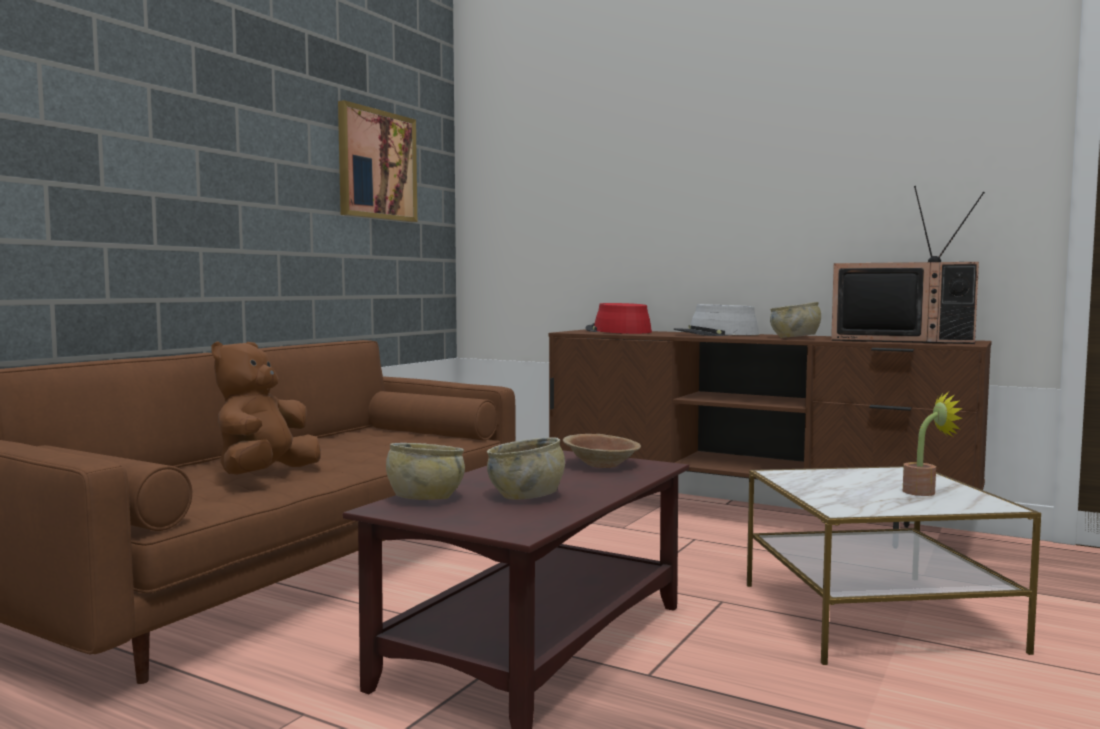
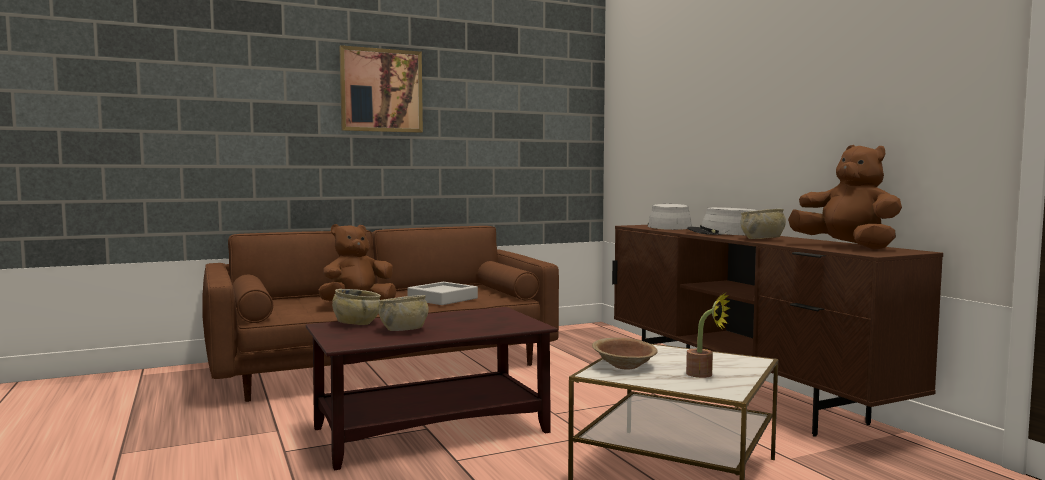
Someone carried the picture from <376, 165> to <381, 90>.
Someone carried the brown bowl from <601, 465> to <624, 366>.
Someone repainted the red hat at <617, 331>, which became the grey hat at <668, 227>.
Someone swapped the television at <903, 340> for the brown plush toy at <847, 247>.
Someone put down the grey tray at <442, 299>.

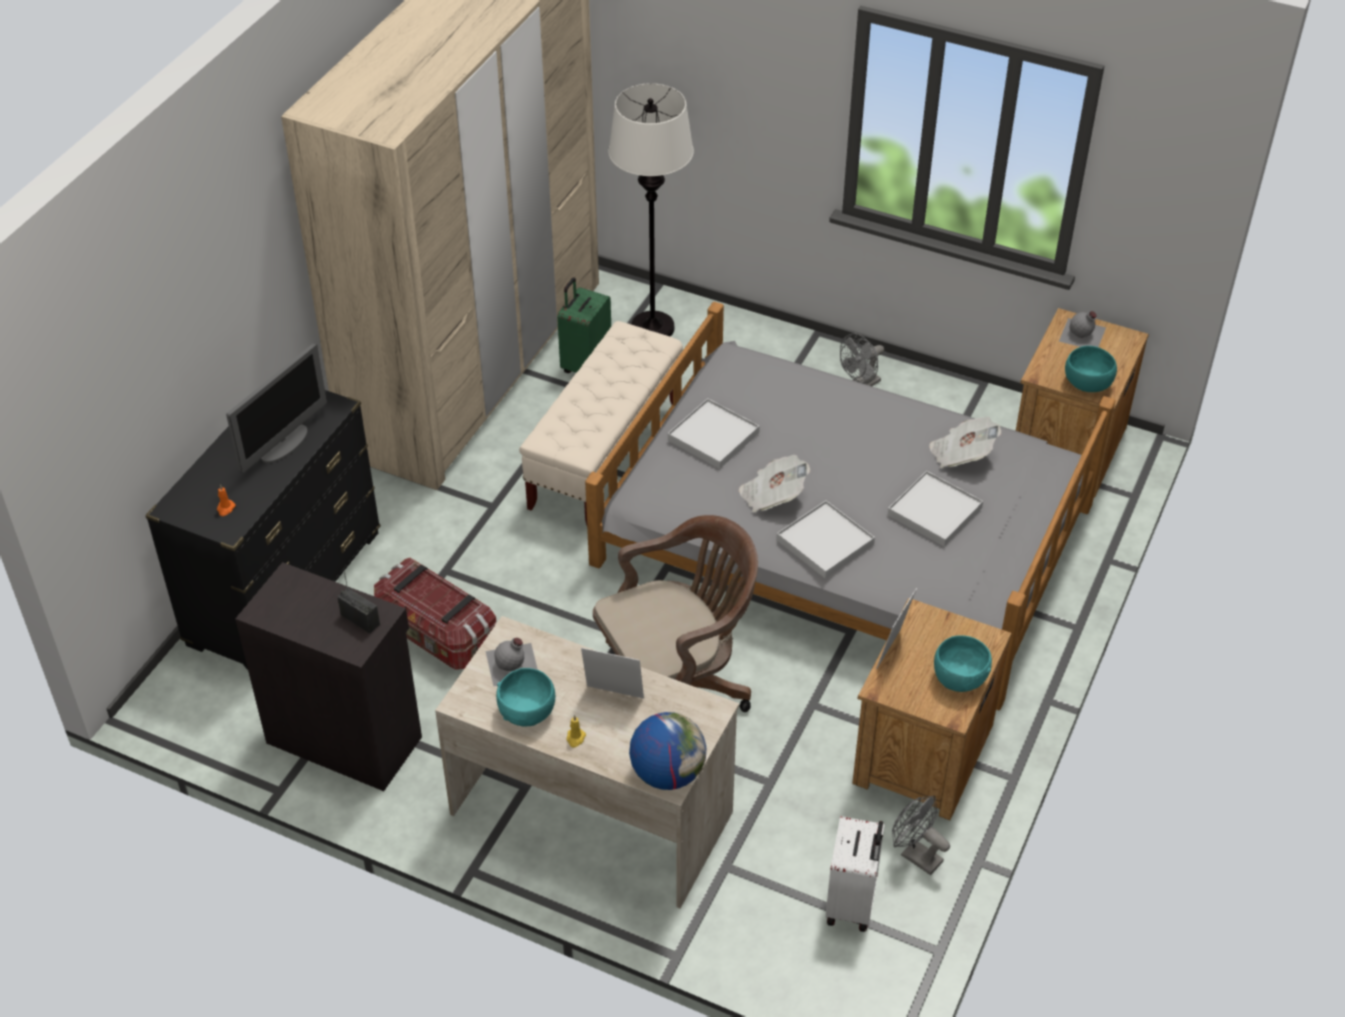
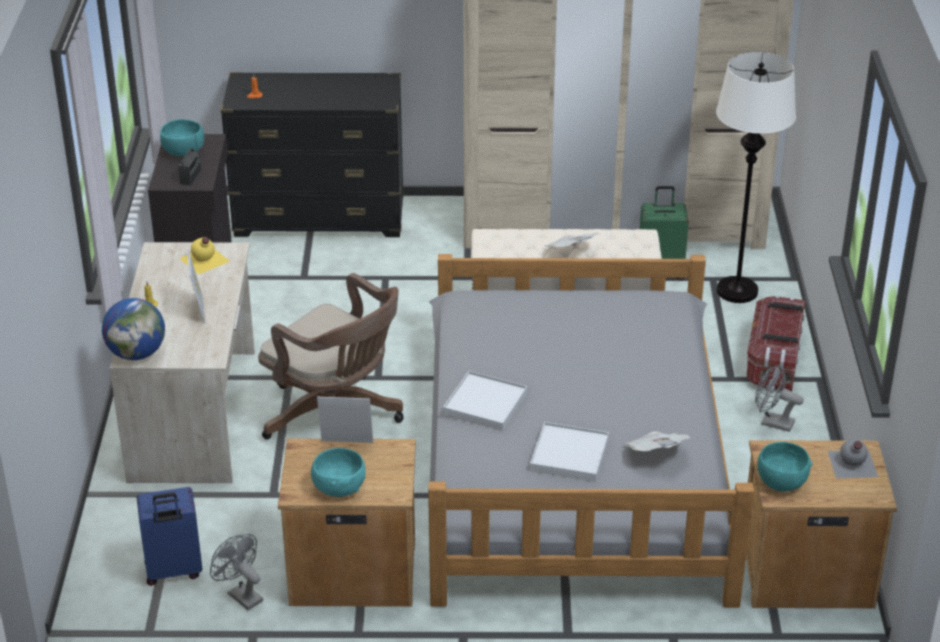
Someone took away the monitor at <284, 444>.
Someone carried the storage box from <436, 633> to <774, 361>.
Someone repainted the grey bottle at <513, 665>, which became the yellow bottle at <204, 260>.
Someone carried the turquoise bowl from <527, 711> to <184, 151>.
Someone took away the white tray at <713, 436>.
Someone carried the newspaper from <772, 496> to <571, 252>.
Someone repainted the white suitcase at <852, 904>, which became the blue suitcase at <173, 571>.
Someone rotated the grey fan at <915, 855> by 60 degrees counterclockwise.

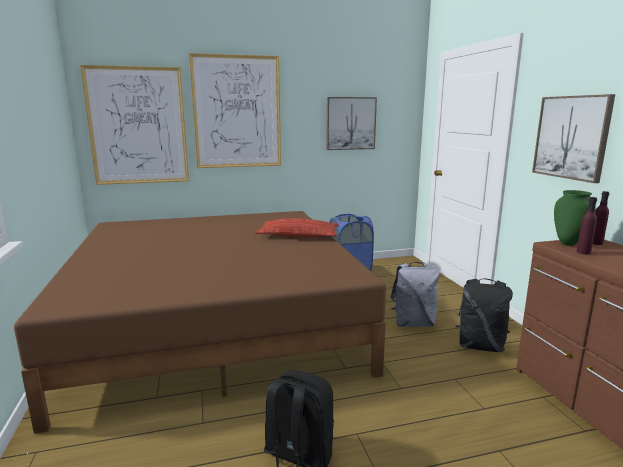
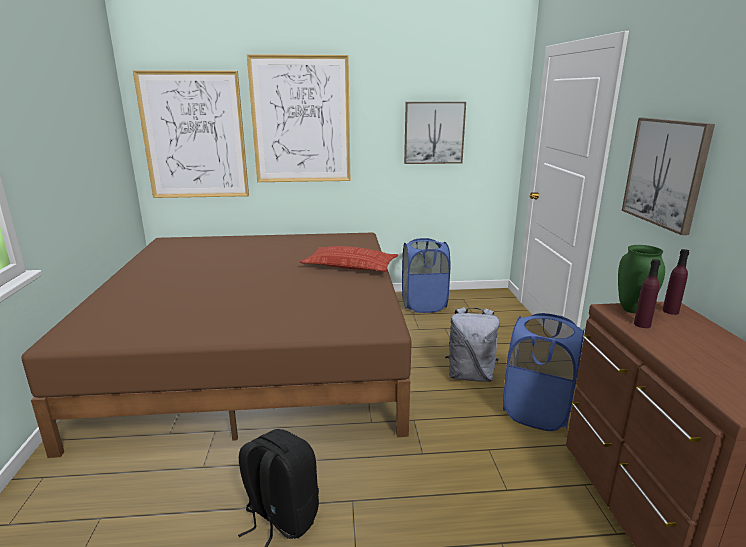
Someone swapped the black backpack at <480, 346> for the blue laundry basket at <537, 412>.

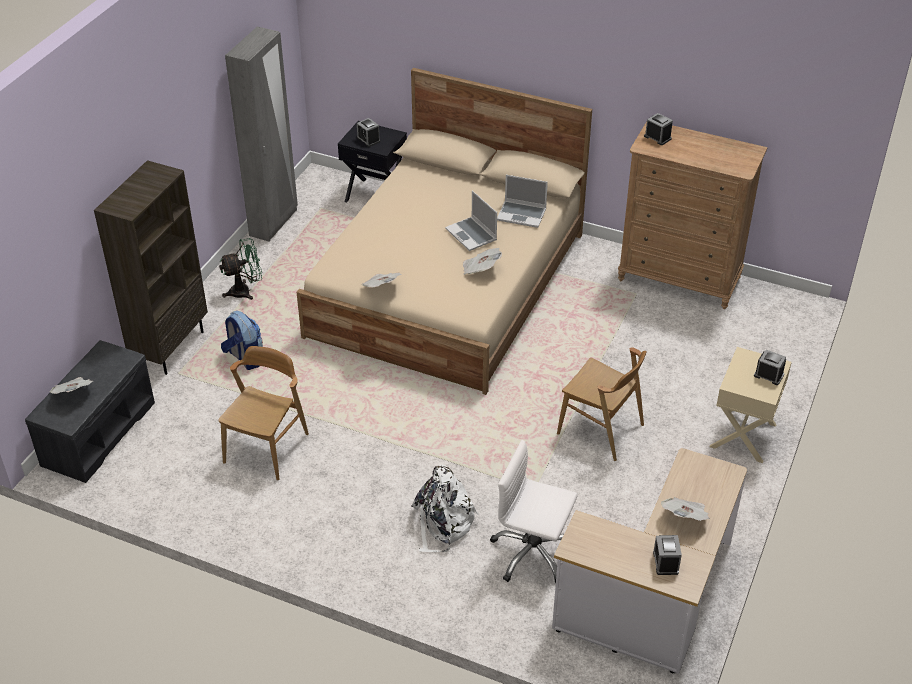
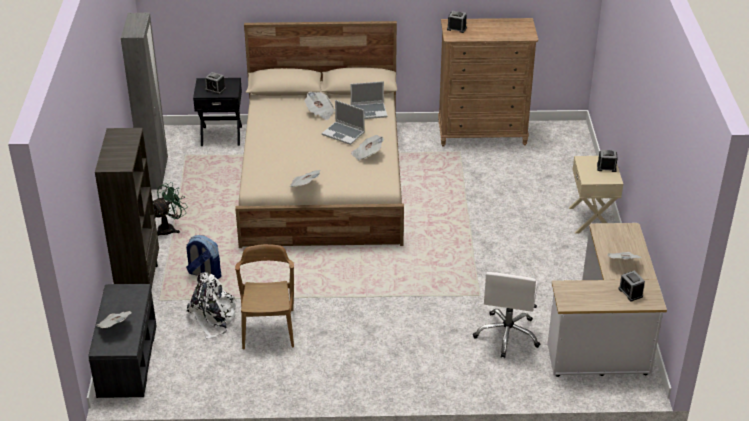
Someone carried the white backpack from <442, 523> to <213, 317>.
Someone rotated the white office chair at <533, 553> by 75 degrees counterclockwise.
Someone took away the brown chair at <600, 429>.
Someone put down the newspaper at <320, 112>.

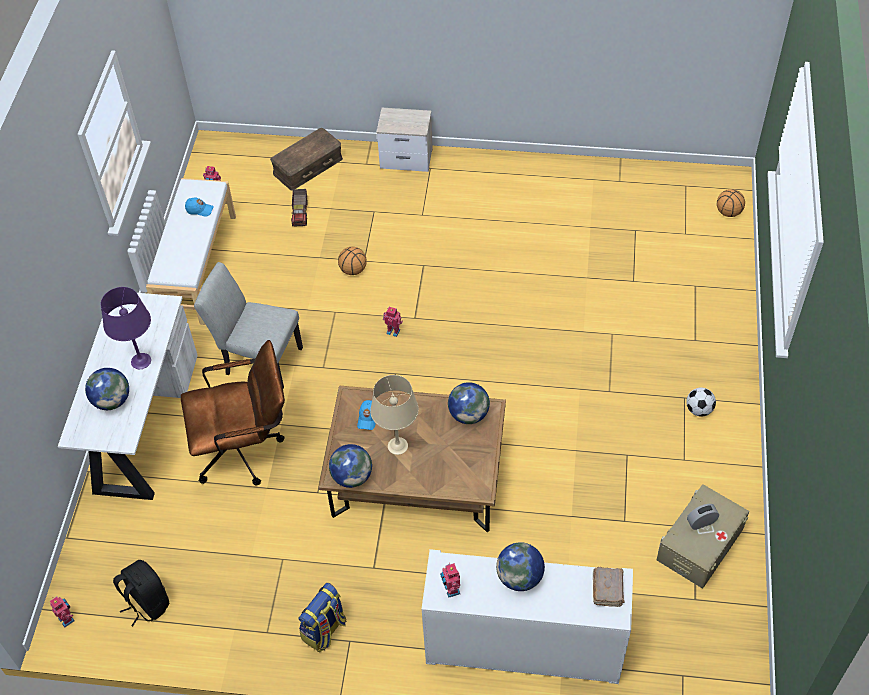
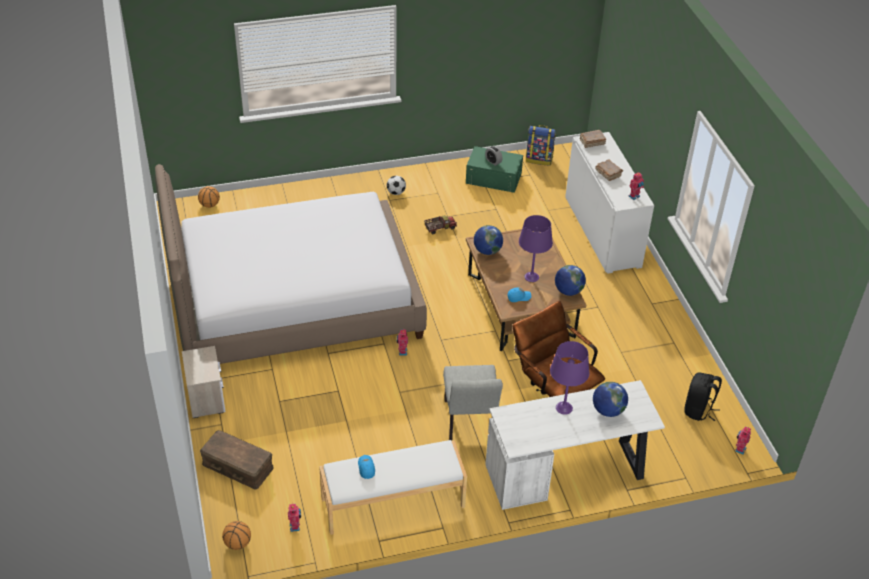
Someone carried the toy truck from <300, 213> to <440, 228>.
Someone carried the backpack from <324, 630> to <539, 159>.
Someone carried the basketball from <353, 269> to <237, 543>.
Someone repainted the beige table lamp at <398, 446>, which became the purple table lamp at <531, 277>.
Someone swapped the globe at <519, 577> for the brown book at <608, 173>.
Someone repainted the beige storage box at <700, 544>, which became the green storage box at <493, 178>.
Someone put down the bed at <294, 301>.

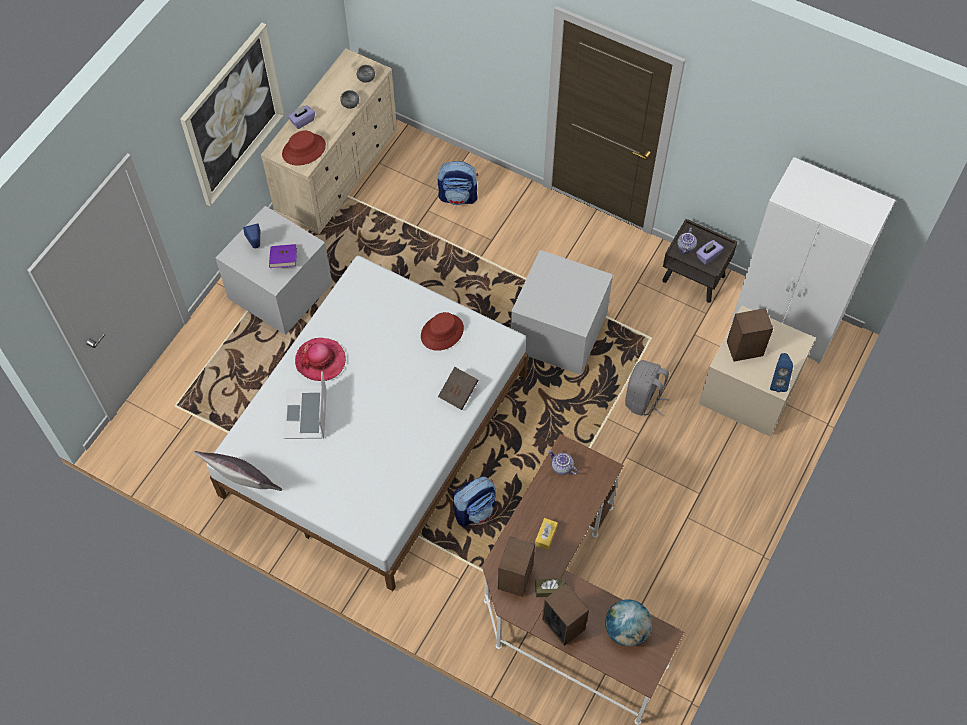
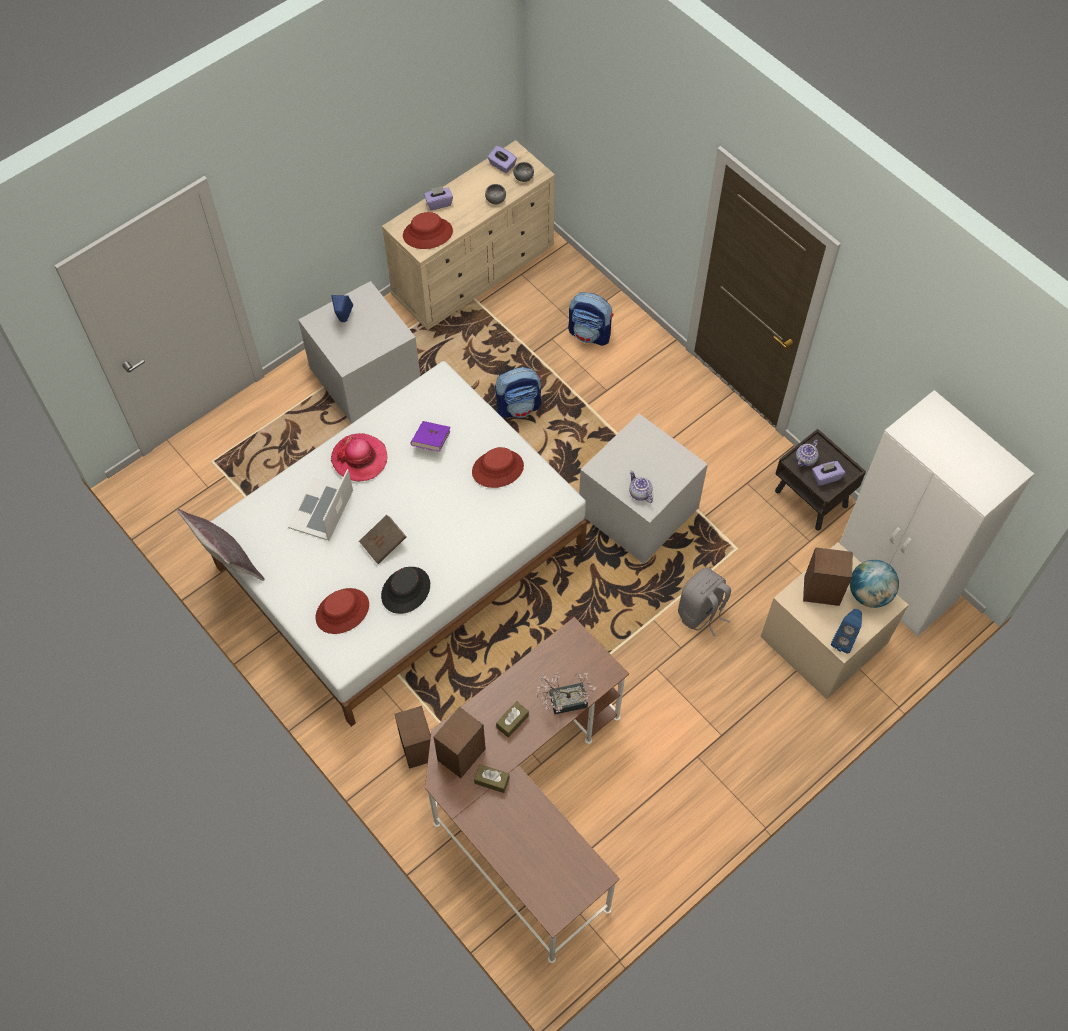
Someone took away the picture at <233, 115>.
Someone carried the purple book from <284, 261> to <431, 441>.
Someone carried the brown book from <458, 393> to <384, 544>.
Someone carried the backpack from <474, 509> to <518, 406>.
Someone repainted the yellow tissue box at <546, 536>, which became the brown tissue box at <512, 721>.
Someone carried the speaker from <563, 624> to <417, 748>.
Someone carried the teapot from <561, 467> to <639, 493>.
Someone carried the globe from <626, 630> to <869, 594>.
Someone put down the red hat at <342, 611>.
Someone put down the black hat at <405, 590>.
Someone put down the purple tissue box at <502, 165>.
Someone put down the potted plant at <563, 701>.

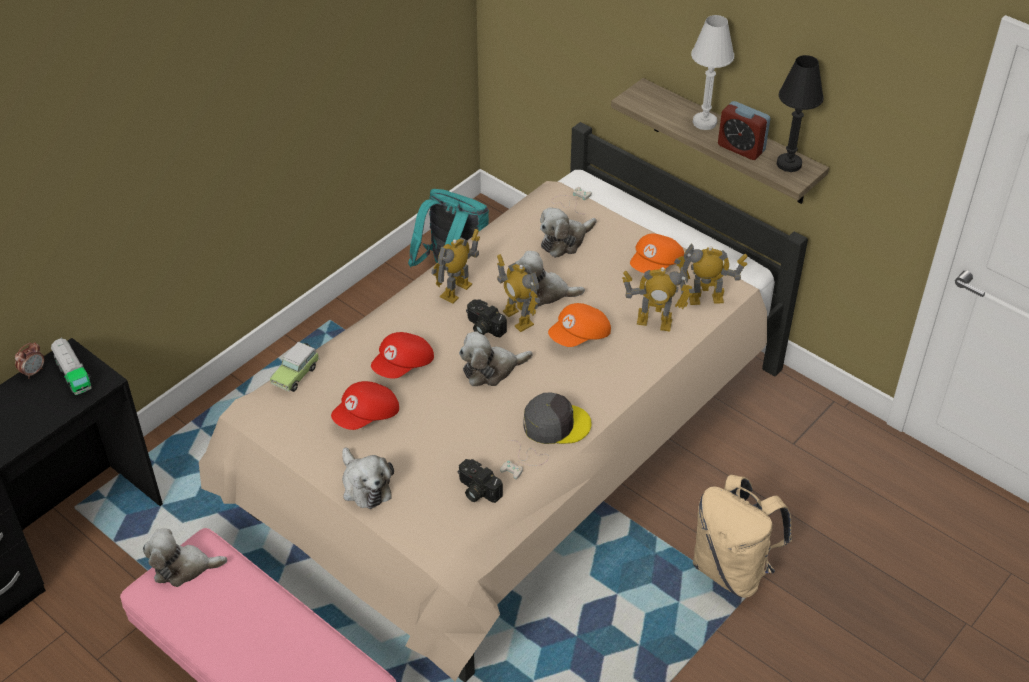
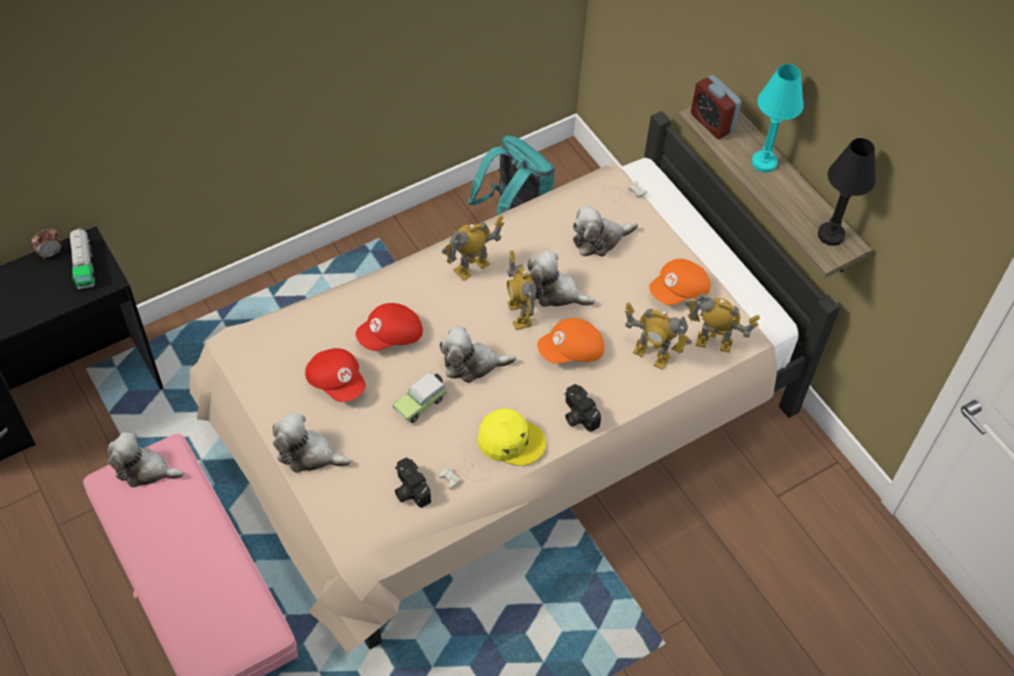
Someone carried the toy car from <297, 374> to <421, 403>.
Someone rotated the red cap at <367, 416> by 105 degrees counterclockwise.
Someone rotated the plush toy at <365, 485> by 120 degrees clockwise.
Someone carried the photo camera from <483, 327> to <577, 415>.
Someone repainted the grey cap at <555, 424>, which became the yellow cap at <510, 440>.
Someone repainted the white table lamp at <704, 122>, which became the turquoise table lamp at <764, 162>.
Someone took away the beige backpack at <732, 569>.
Someone carried the alarm clock from <741, 148> to <712, 122>.

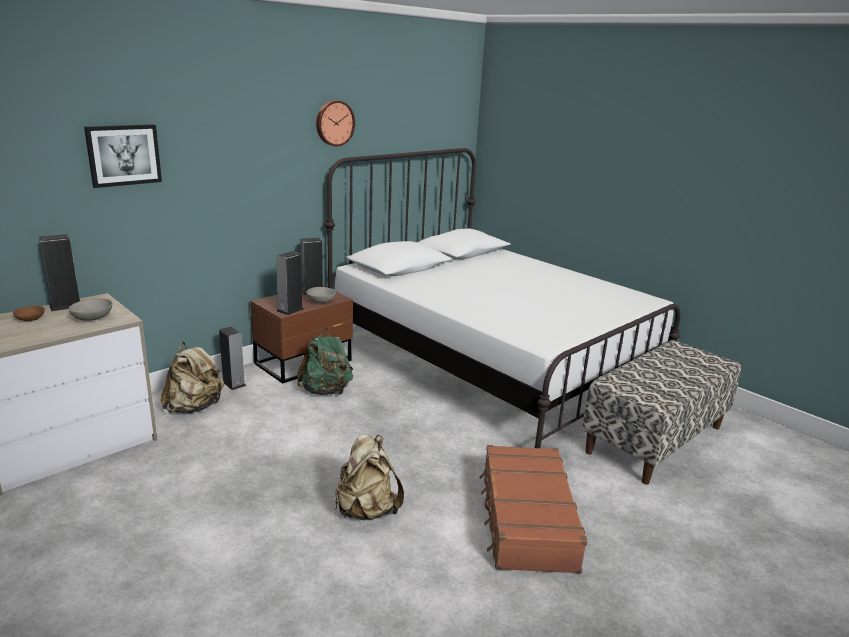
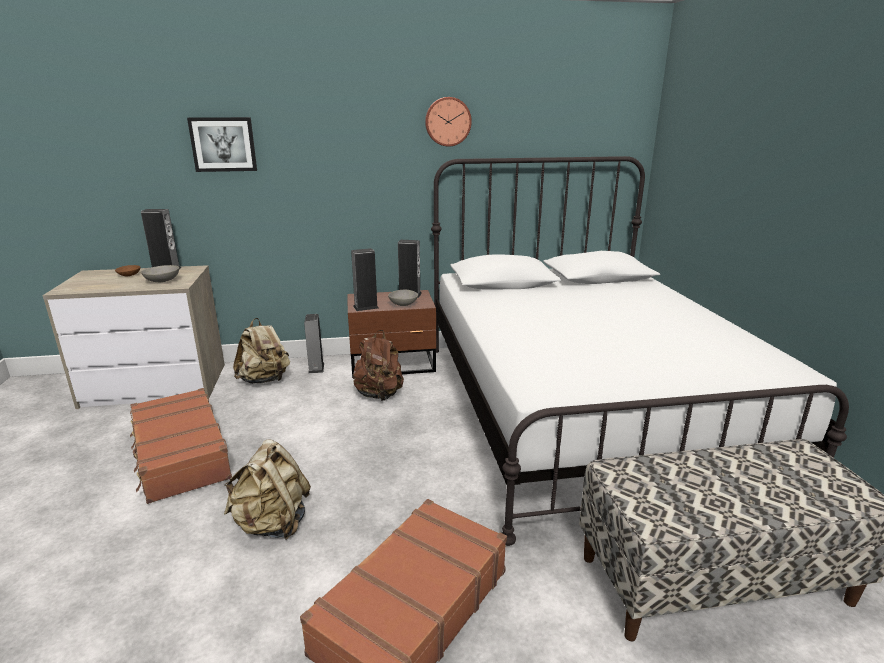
Someone repainted the green backpack at <326, 391>, which became the brown backpack at <379, 395>.
Someone put down the brown suitcase at <180, 455>.

